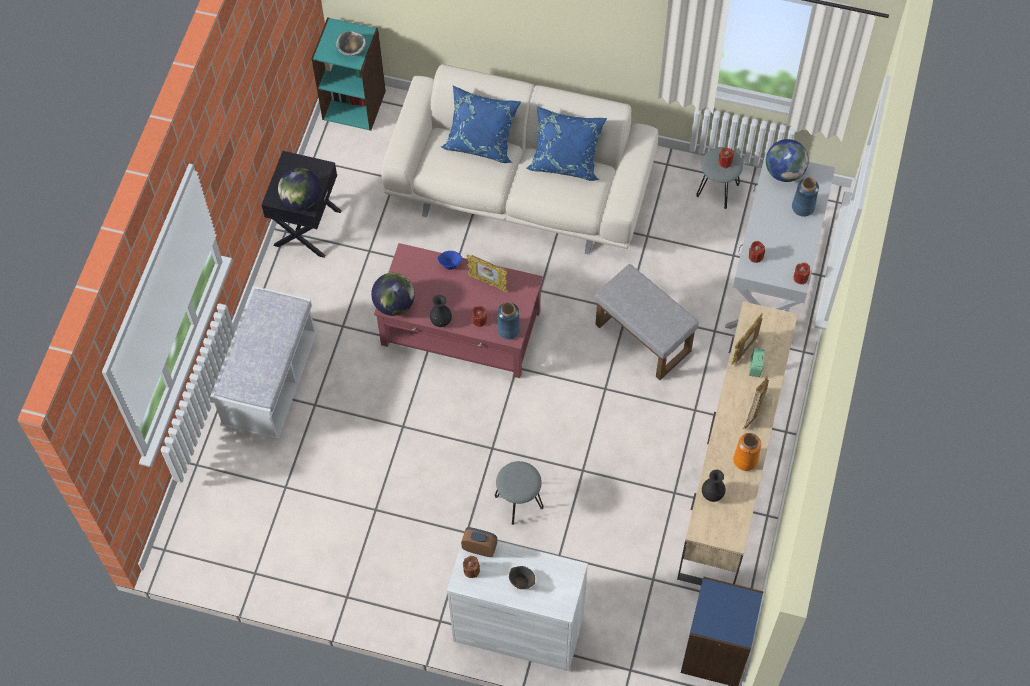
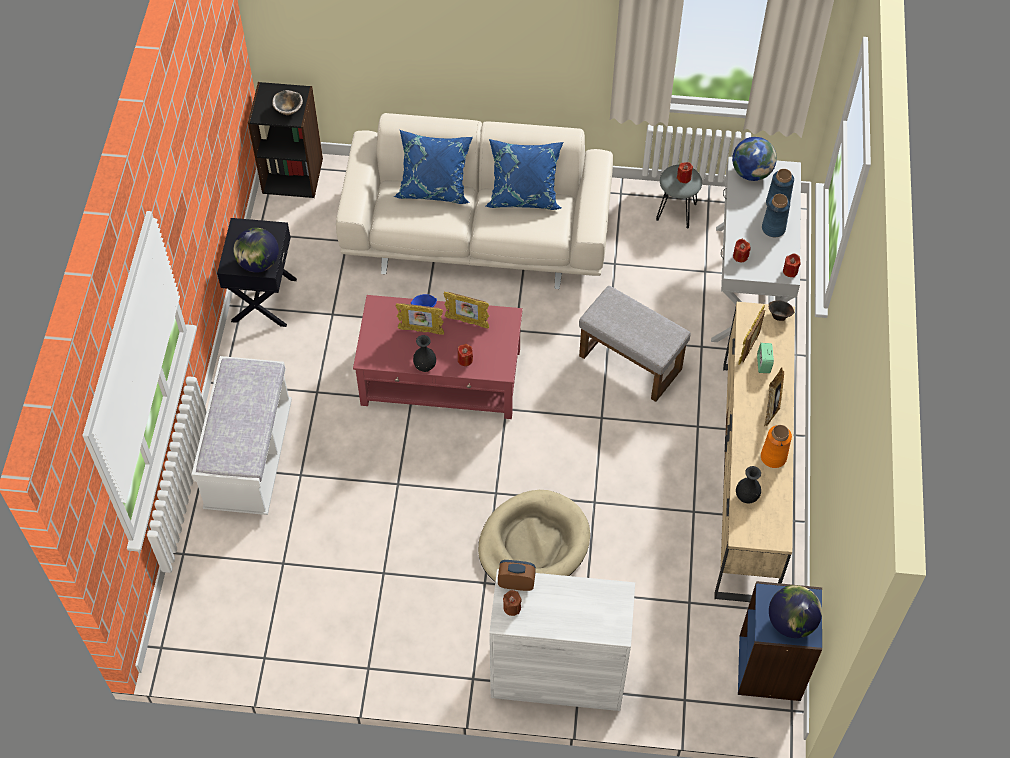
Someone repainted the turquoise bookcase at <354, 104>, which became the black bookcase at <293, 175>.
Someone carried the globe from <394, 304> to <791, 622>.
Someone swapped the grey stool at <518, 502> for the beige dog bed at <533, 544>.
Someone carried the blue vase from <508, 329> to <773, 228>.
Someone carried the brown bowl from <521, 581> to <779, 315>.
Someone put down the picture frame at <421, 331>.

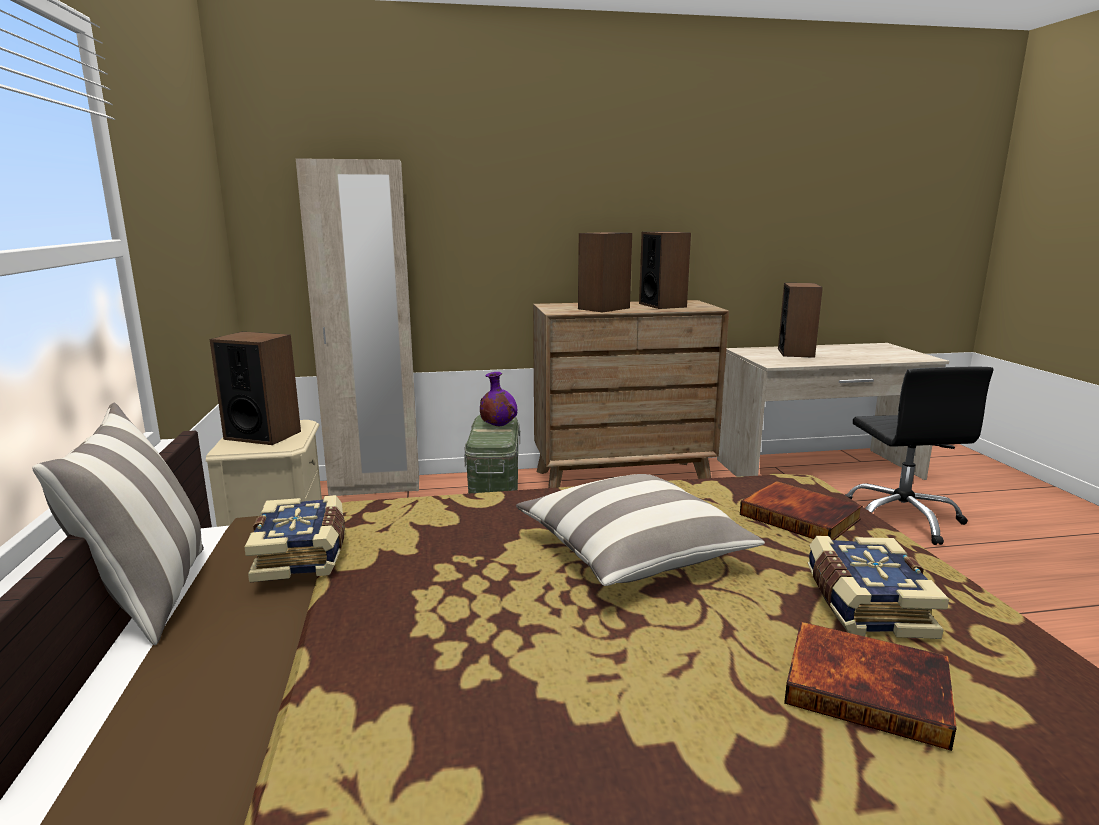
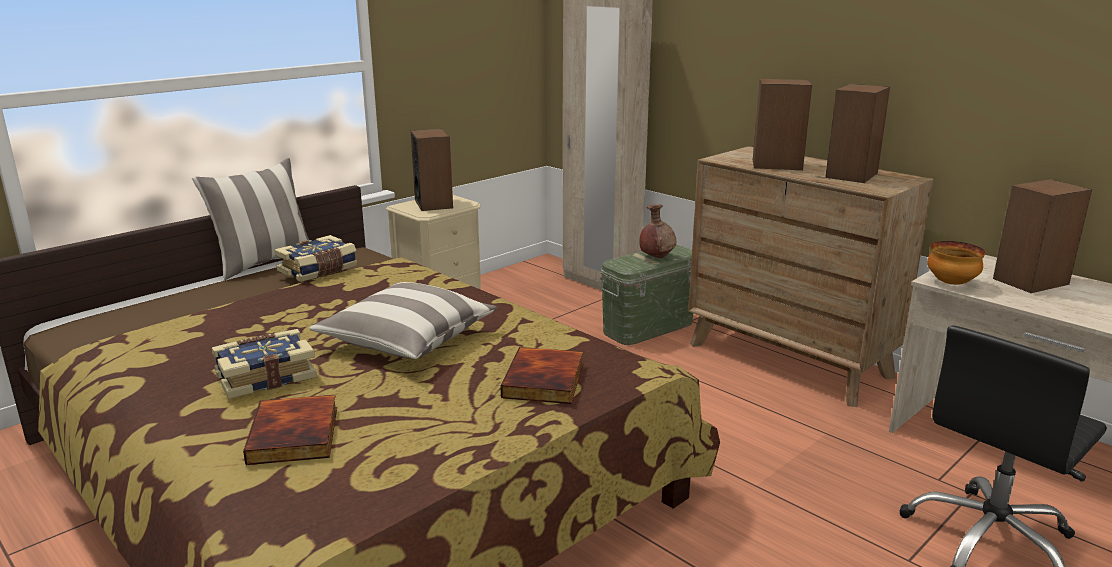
Someone repainted the purple vase at <498, 426>, which became the brown vase at <656, 257>.
Someone carried the book from <864, 605> to <265, 376>.
Someone put down the bowl at <951, 283>.

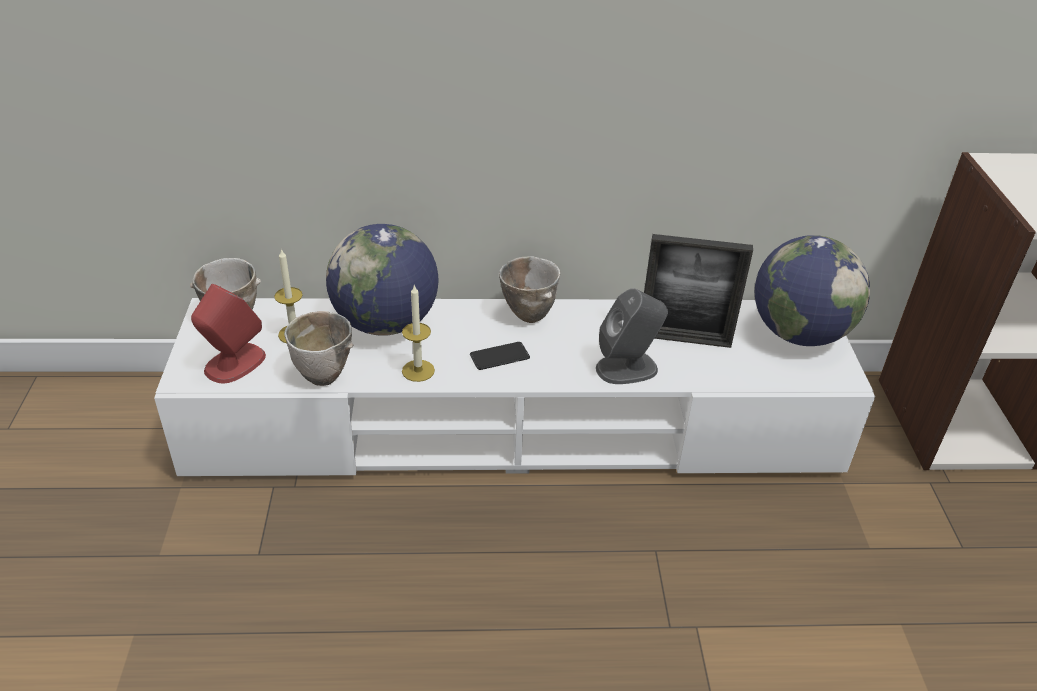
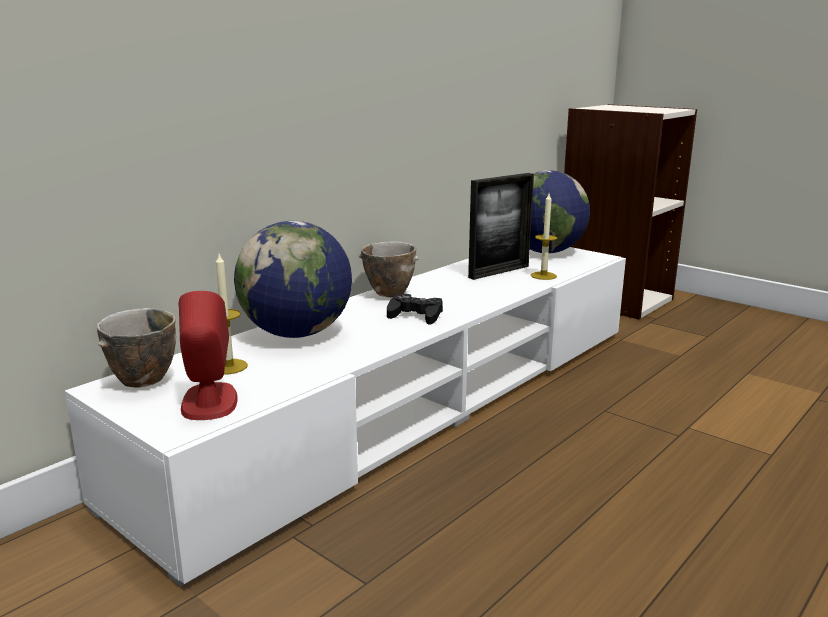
Someone took away the bowl at <325, 376>.
Someone carried the candle from <418, 370> to <543, 276>.
Someone swapped the phone at <499, 356> for the black game controller at <415, 315>.
Someone took away the grey speaker at <627, 368>.

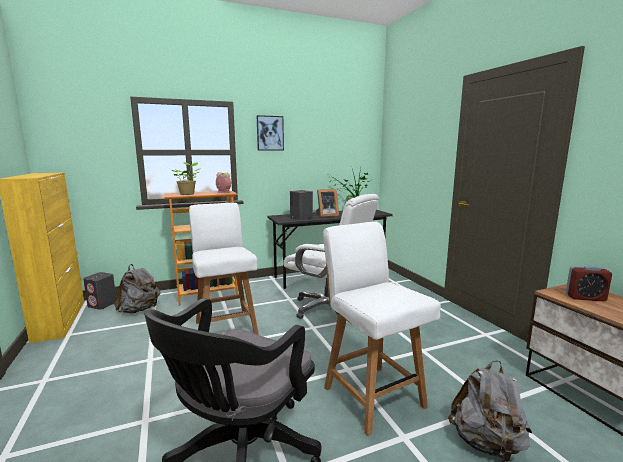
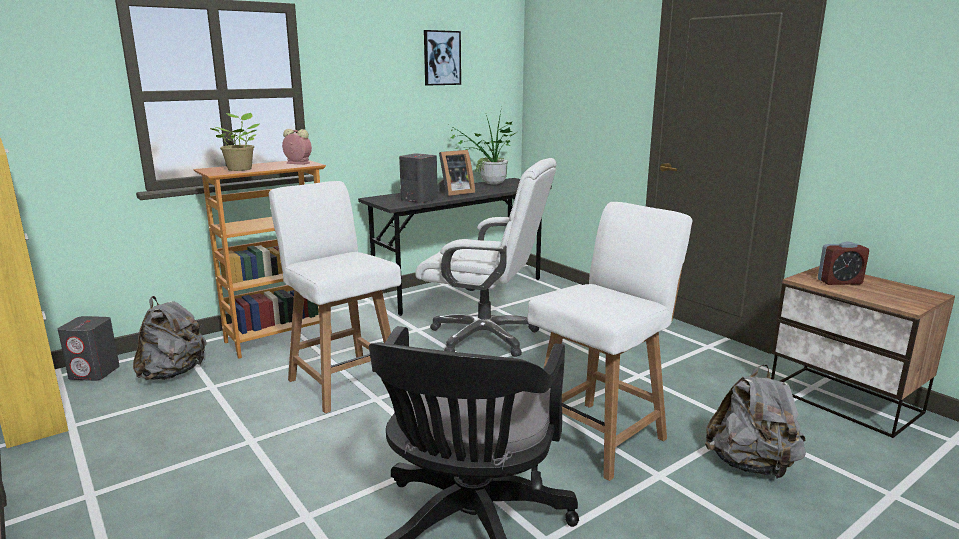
Someone carried the picture from <270, 133> to <441, 58>.
Someone rotated the white chair at <372, 395> by 90 degrees clockwise.

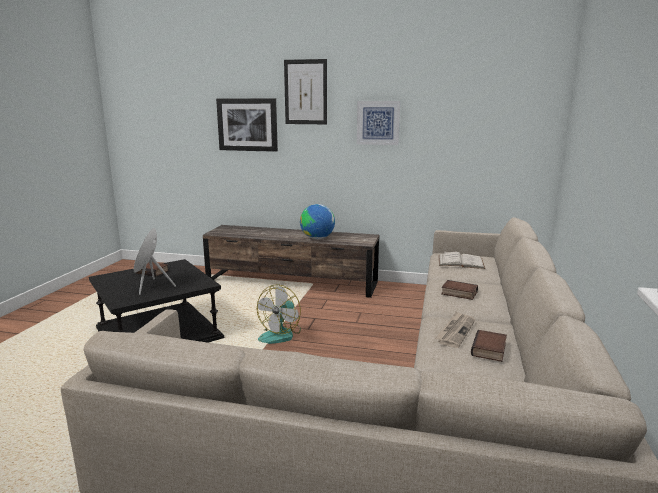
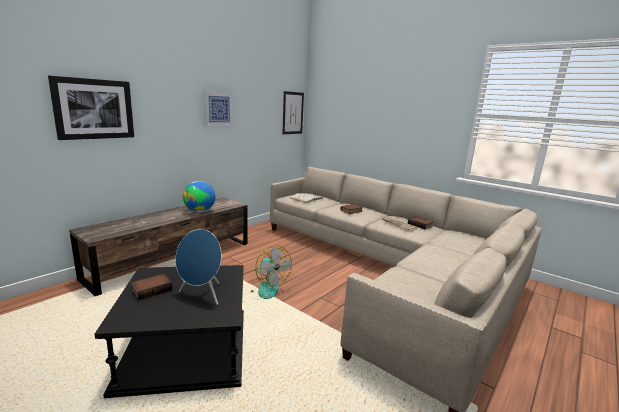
Someone carried the picture from <305, 92> to <293, 113>.

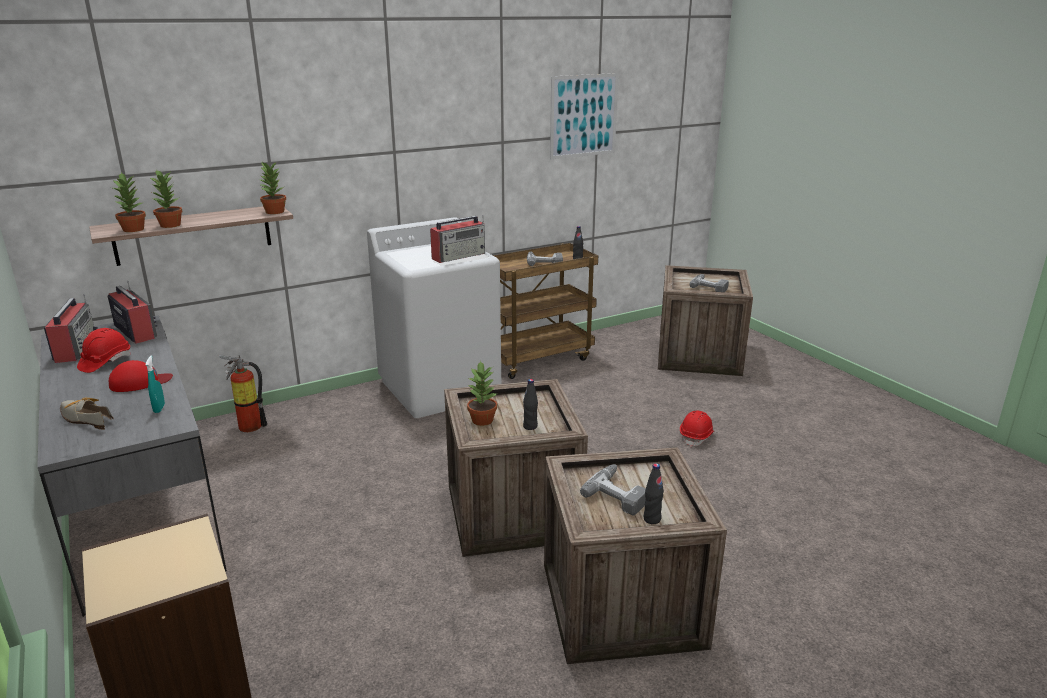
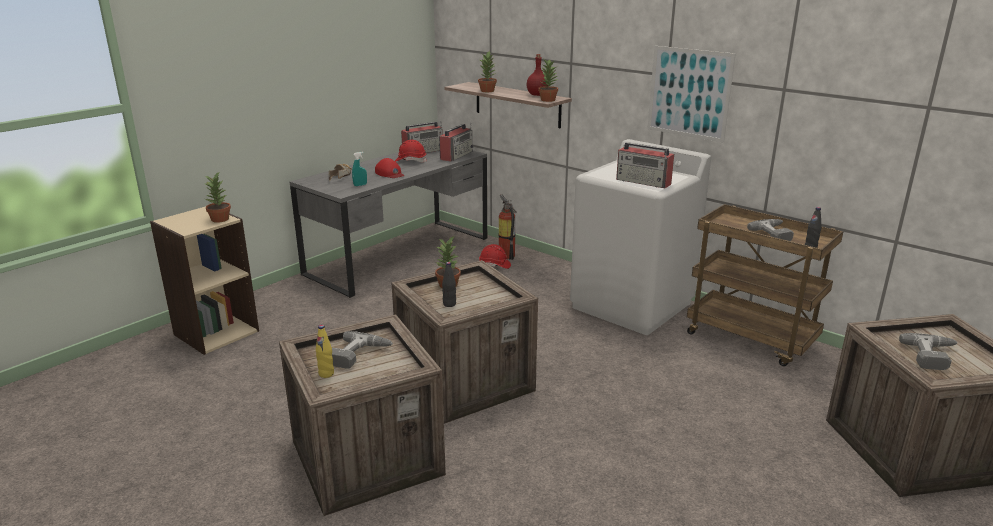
Someone carried the potted plant from <134, 229> to <220, 219>.
Someone carried the picture from <584, 116> to <689, 93>.
Someone repainted the black bottle at <652, 519>, which became the yellow bottle at <326, 374>.
Someone carried the red hard hat from <696, 437> to <494, 265>.
Someone put down the red bottle at <537, 95>.

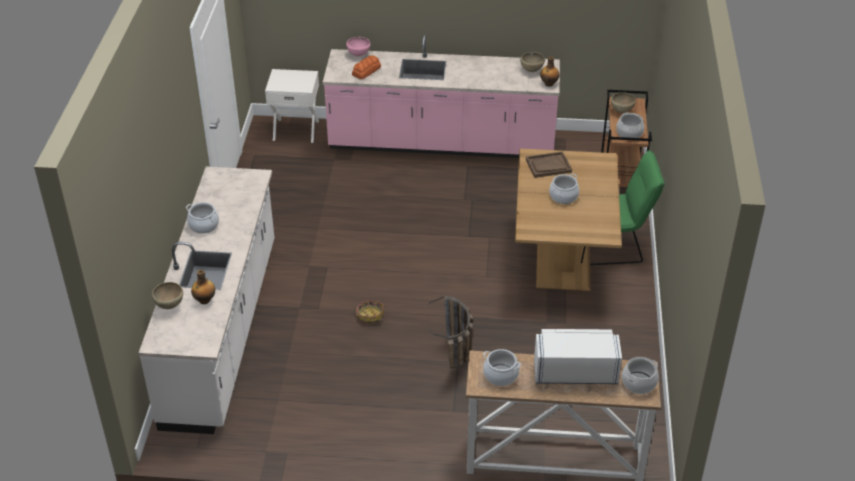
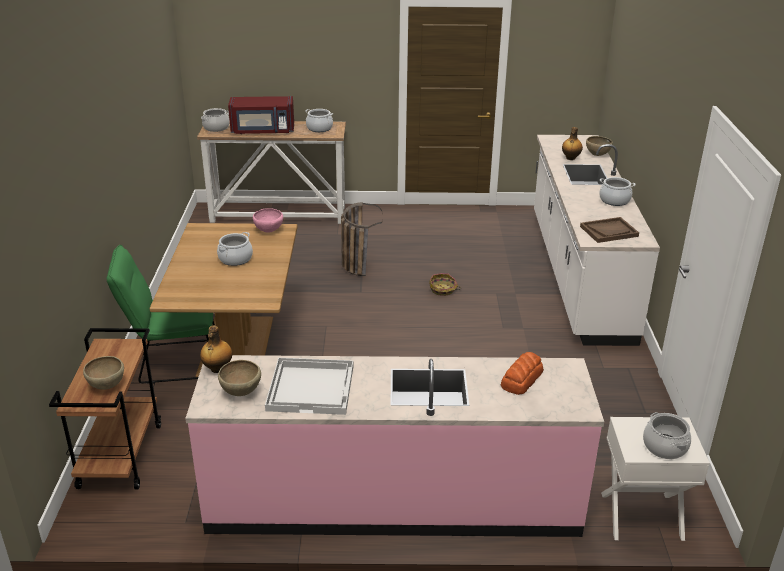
Someone carried the pink bowl from <358, 55> to <268, 231>.
Someone carried the brown tray from <548, 166> to <609, 231>.
Someone repainted the white microwave at <575, 371>, which became the red microwave at <263, 131>.
Someone carried the cooking pot from <629, 133> to <665, 446>.
Someone put down the white tray at <312, 387>.

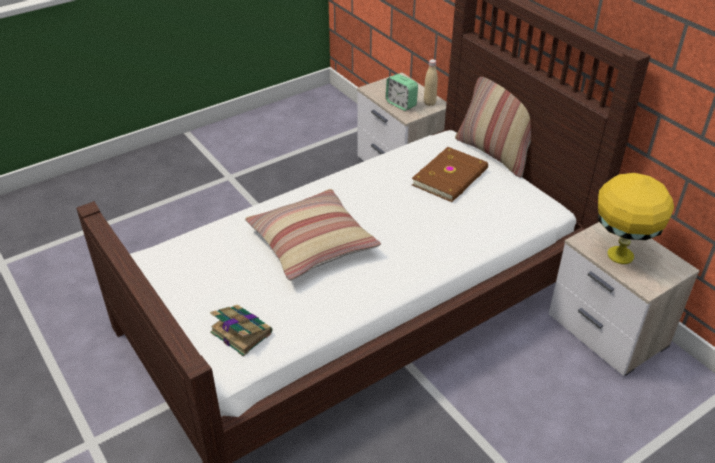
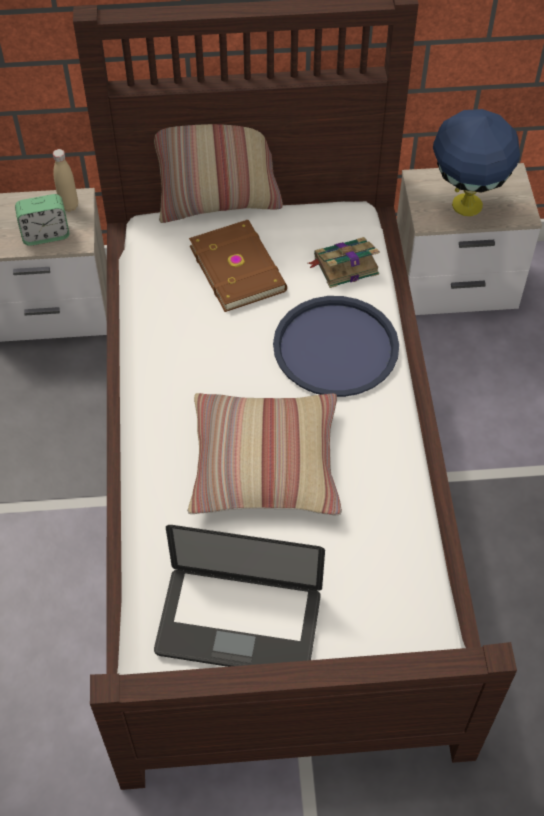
Someone carried the book from <240, 332> to <344, 266>.
Someone repainted the yellow table lamp at <619, 254>, which became the blue table lamp at <465, 204>.
Someone put down the laptop at <238, 623>.
Someone put down the blue tray at <336, 347>.

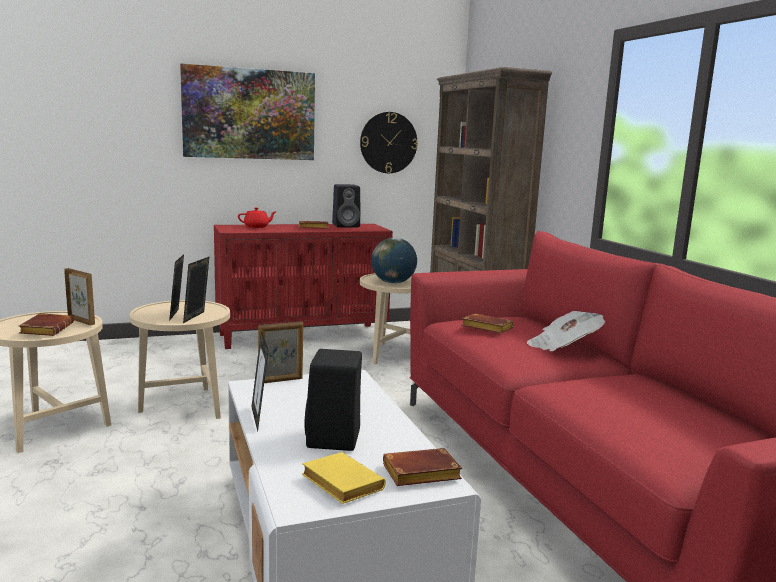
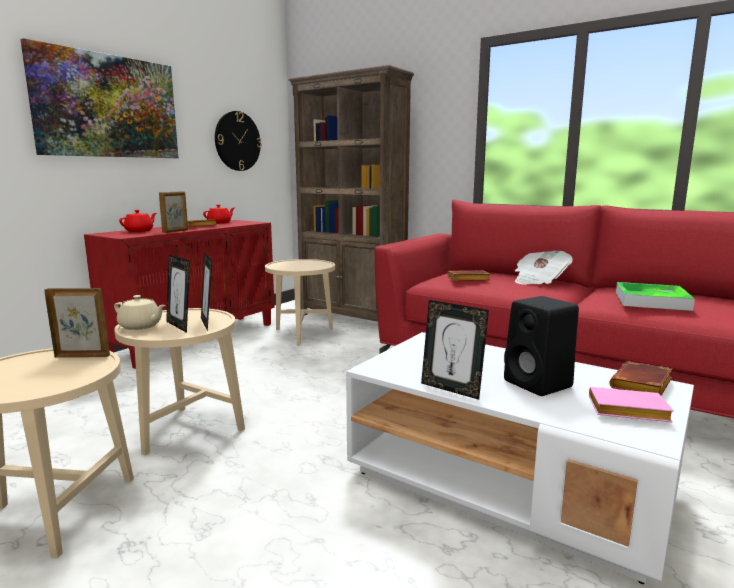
Someone took away the brown book at <46, 329>.
Someone carried the picture frame from <281, 380> to <175, 231>.
Someone repainted the yellow book at <339, 484>, which became the pink book at <625, 411>.
Someone swapped the black speaker at <347, 226> for the red teapot at <220, 223>.
Someone took away the globe at <393, 283>.
Someone put down the beige teapot at <140, 326>.
Someone put down the tray at <651, 301>.

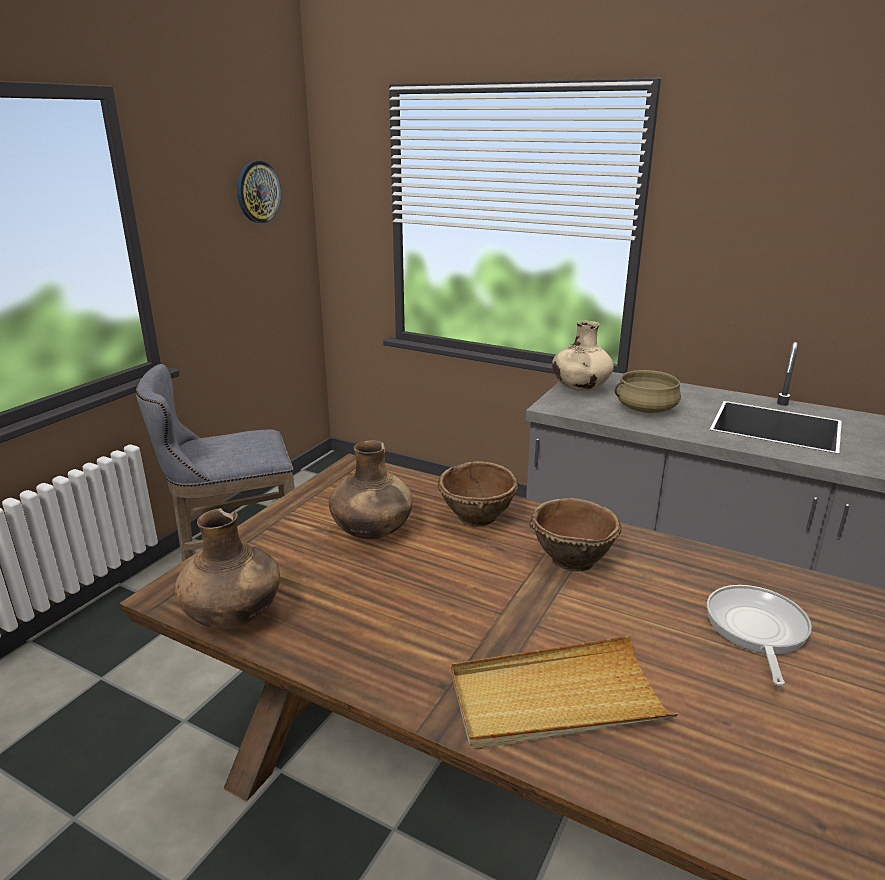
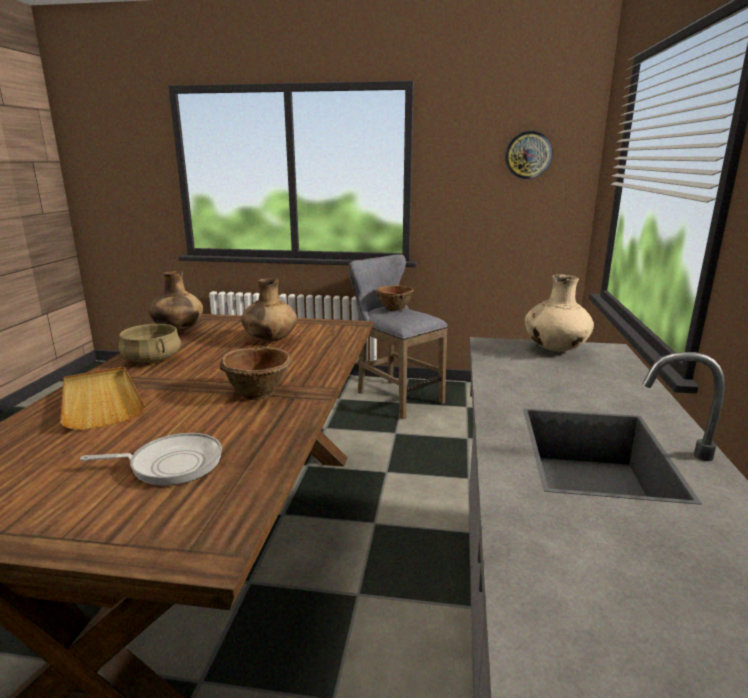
Someone carried the brown bowl from <477, 518> to <394, 309>.
Someone carried the beige cooking pot from <646, 408> to <153, 359>.

